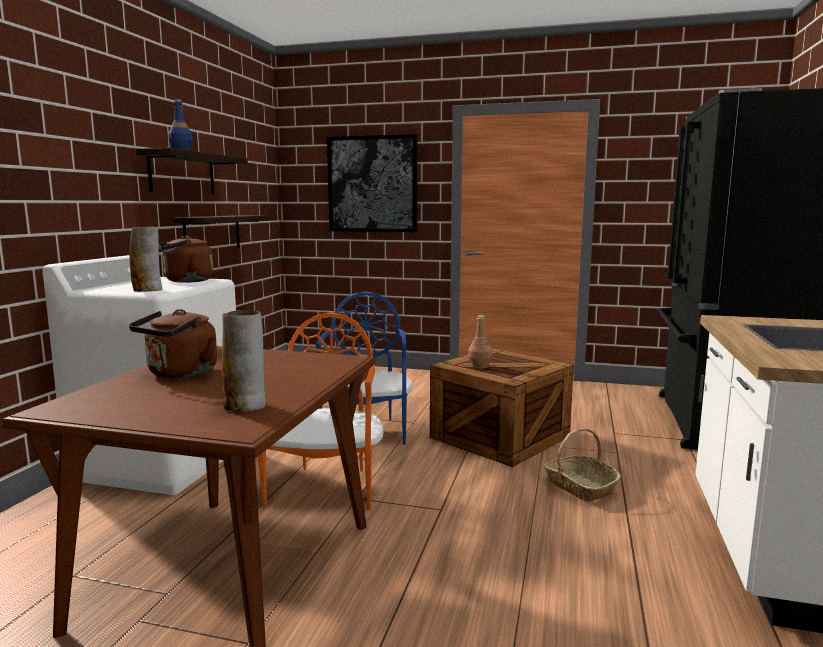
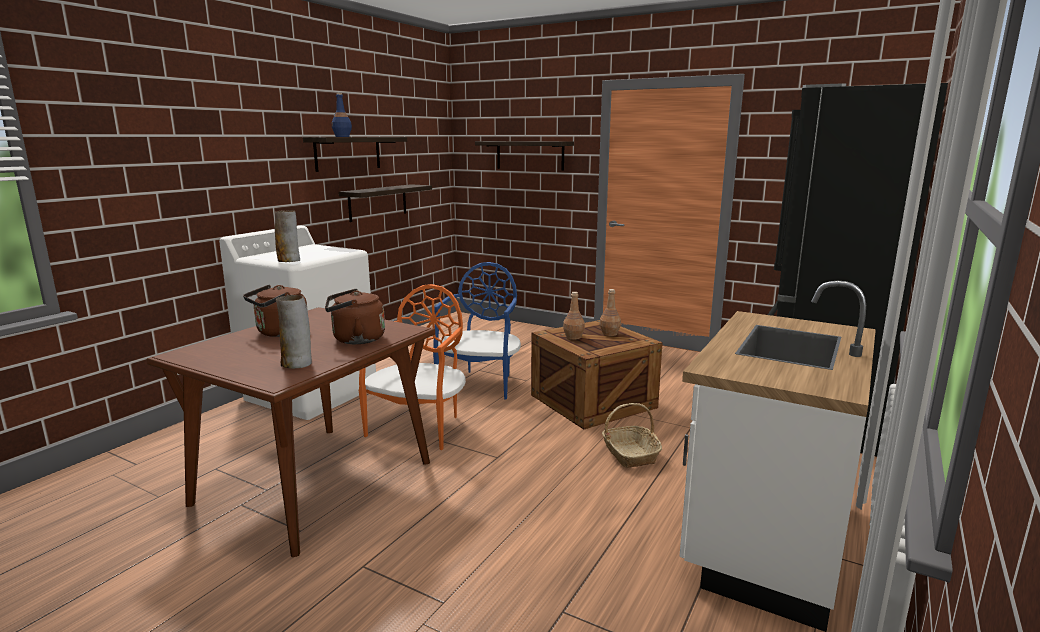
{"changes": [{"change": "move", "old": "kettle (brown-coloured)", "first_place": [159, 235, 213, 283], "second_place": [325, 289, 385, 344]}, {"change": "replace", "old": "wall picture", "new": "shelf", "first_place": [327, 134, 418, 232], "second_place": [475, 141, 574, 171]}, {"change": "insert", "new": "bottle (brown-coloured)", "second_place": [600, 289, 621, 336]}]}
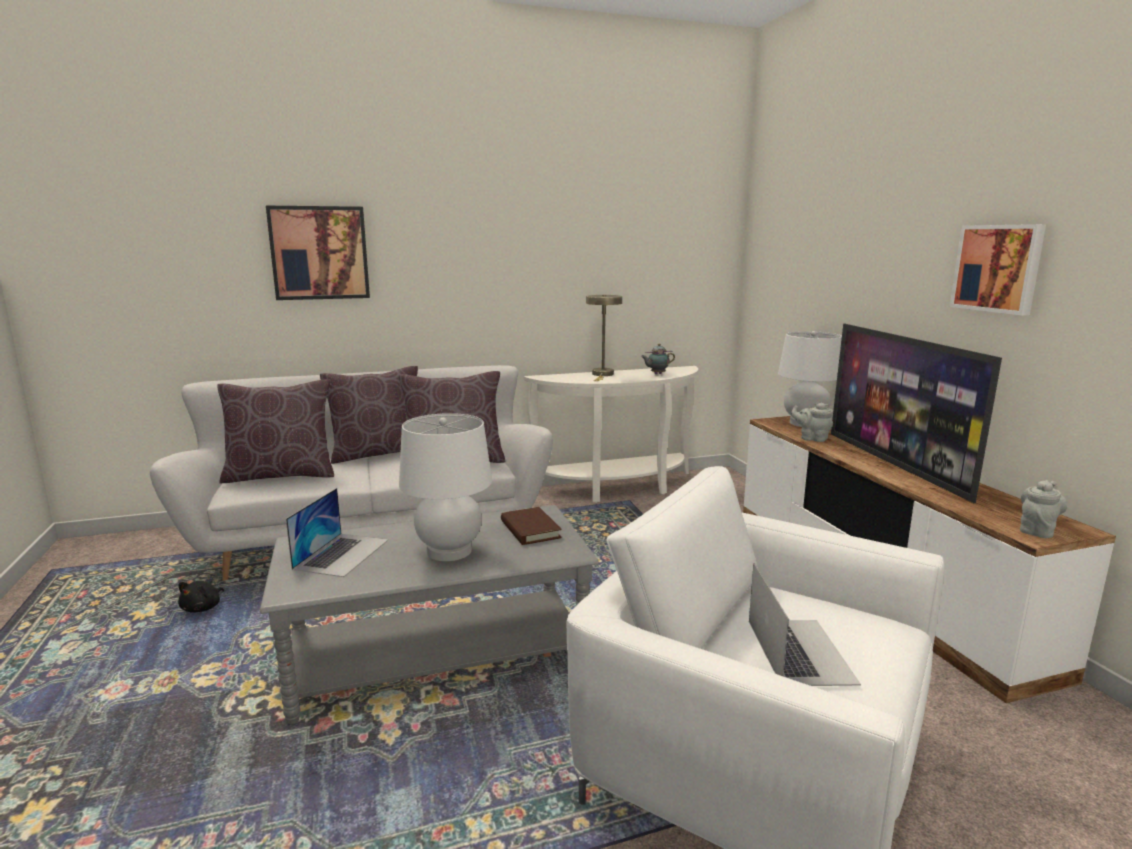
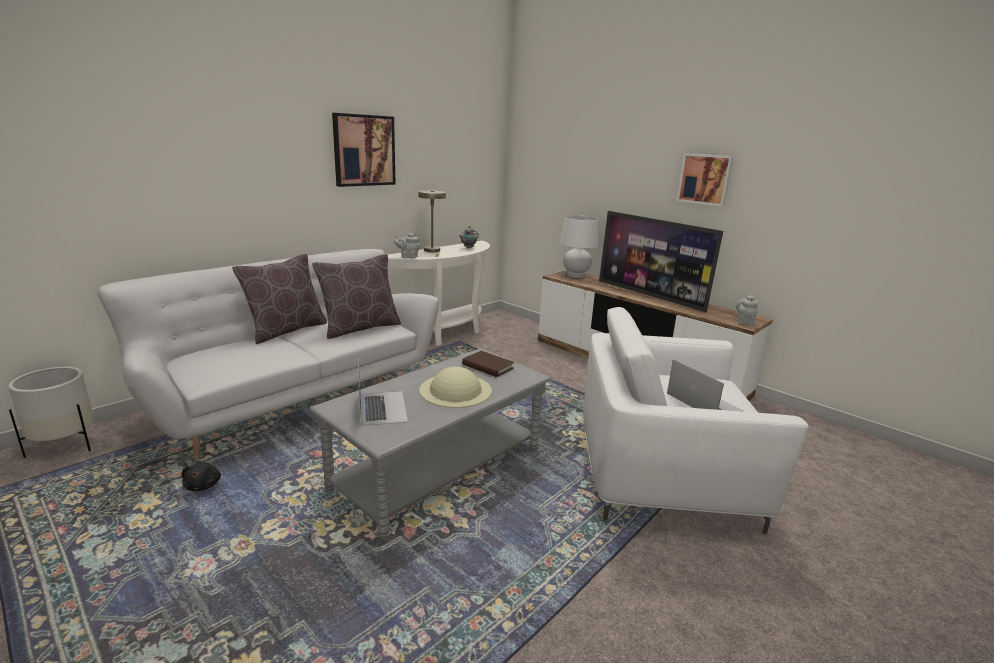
{"changes": [{"change": "delete", "old": "throw pillow (brown-coloured)", "first_place": [217, 380, 334, 484]}, {"change": "move", "old": "wall picture", "first_place": [266, 206, 370, 300], "second_place": [332, 113, 396, 187]}, {"change": "replace", "old": "table lamp (white-coloured)", "new": "wearable hat (beige-coloured)", "first_place": [399, 413, 492, 561], "second_place": [419, 366, 492, 408]}, {"change": "move", "old": "teapot (greyish)", "first_place": [791, 403, 833, 442], "second_place": [393, 233, 420, 258]}, {"change": "insert", "new": "plant pot (white-coloured)", "second_place": [8, 367, 94, 458]}]}
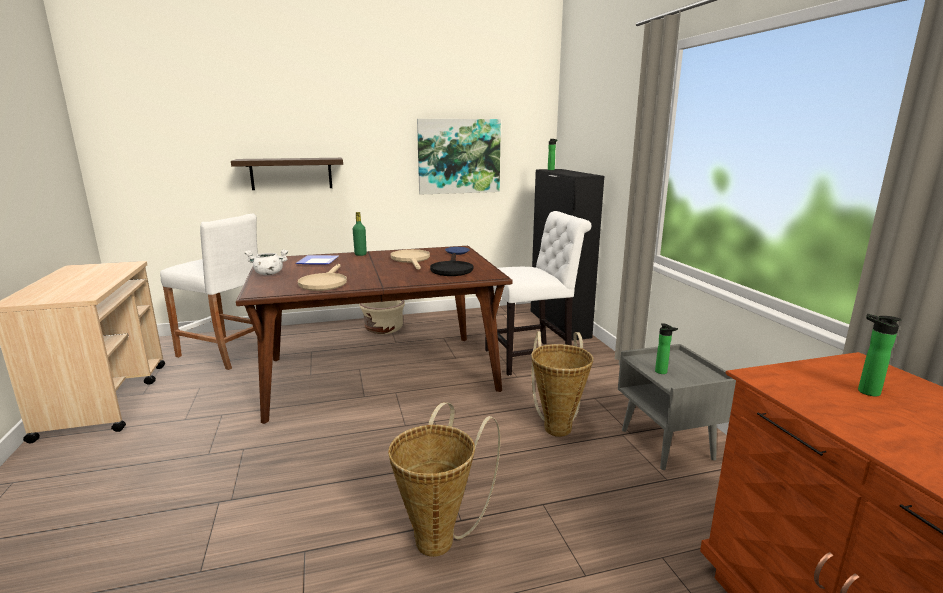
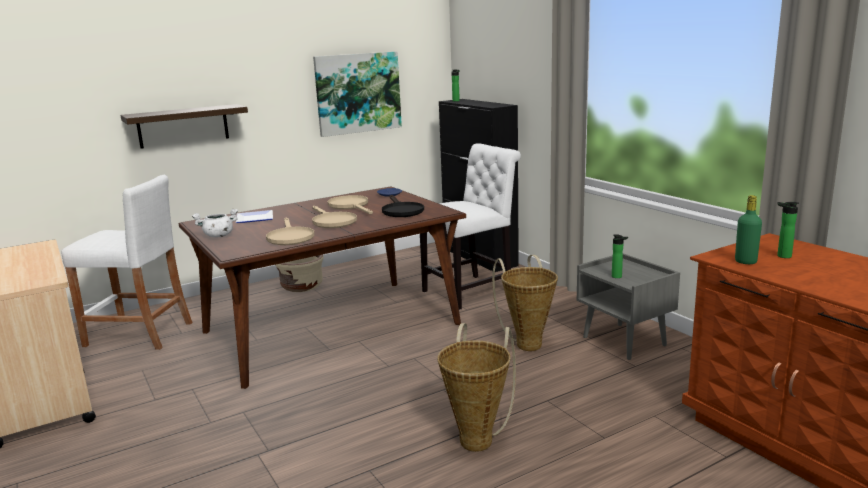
{"changes": [{"change": "move", "old": "bottle (green)", "first_place": [353, 212, 367, 256], "second_place": [735, 195, 762, 264]}, {"change": "insert", "new": "skillet (beige-coloured)", "second_place": [312, 206, 357, 228]}]}
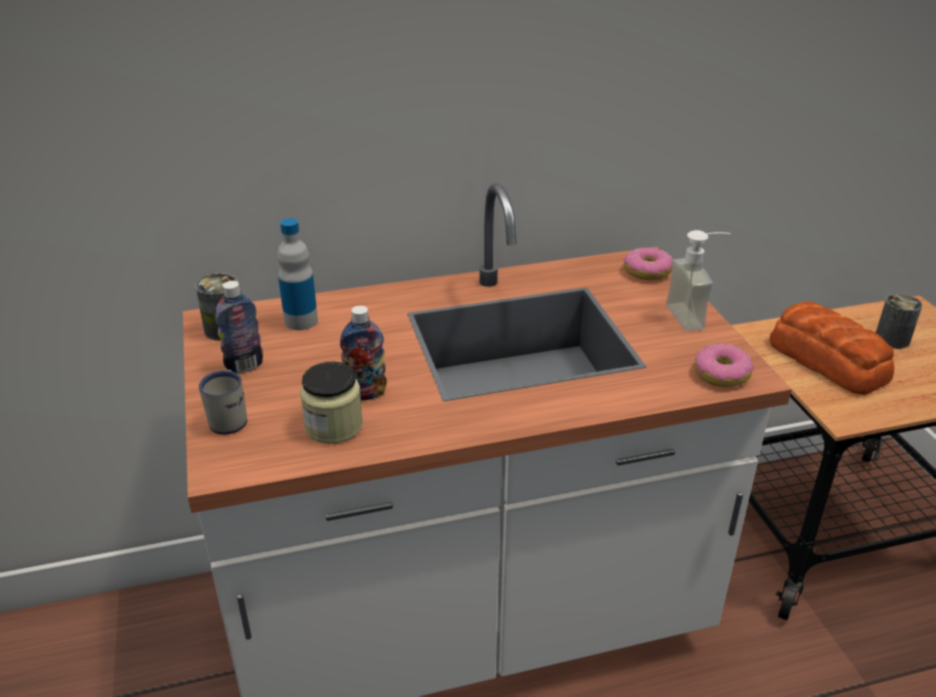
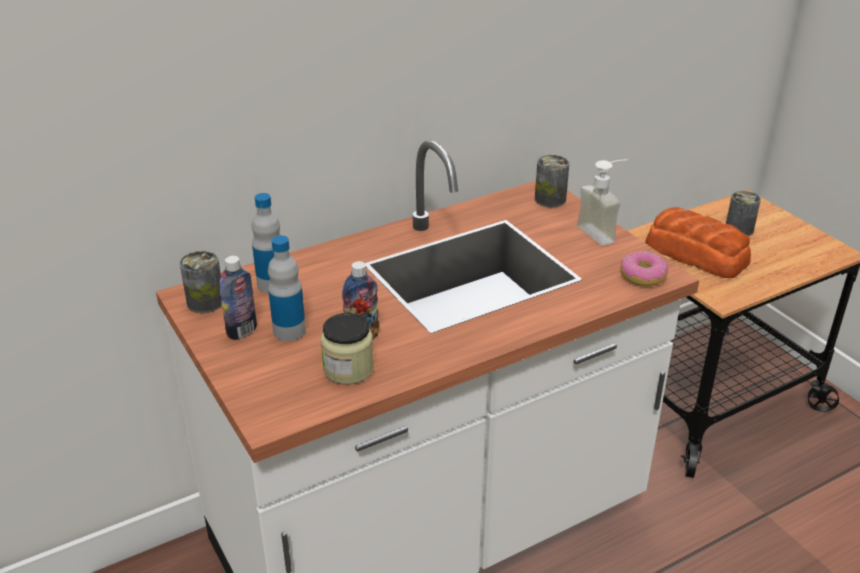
{"changes": [{"change": "delete", "old": "mug (white-coloured)", "first_place": [199, 370, 247, 434]}, {"change": "replace", "old": "ring doughnut", "new": "can", "first_place": [624, 248, 673, 280], "second_place": [535, 155, 569, 207]}, {"change": "insert", "new": "bottle", "second_place": [268, 235, 306, 341]}]}
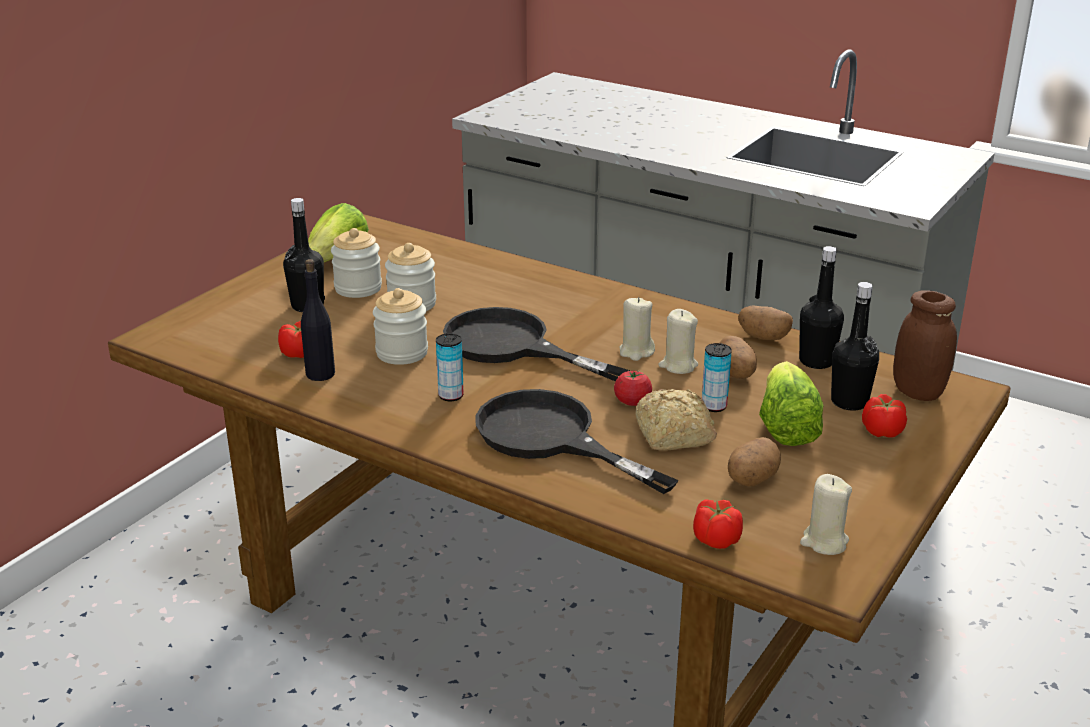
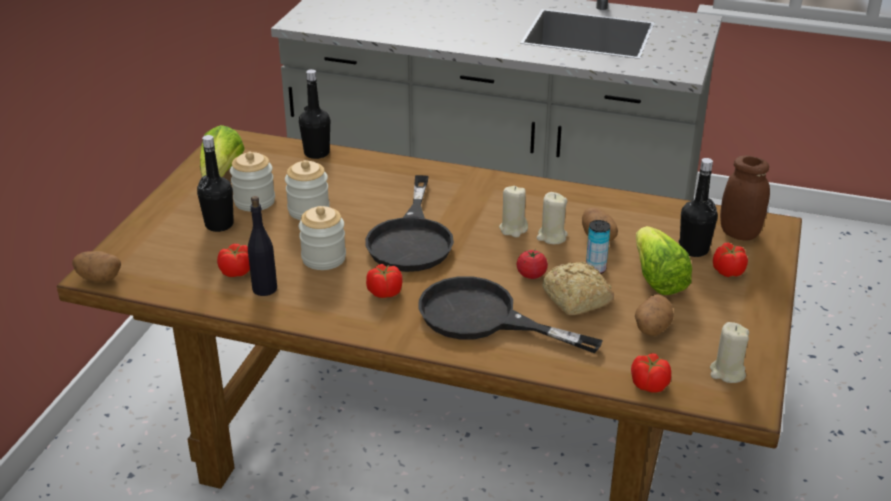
{"changes": [{"change": "replace", "old": "can", "new": "whole tomato", "first_place": [436, 333, 464, 401], "second_place": [366, 264, 403, 298]}, {"change": "rotate", "old": "skillet (blackish)", "first_place": [443, 307, 630, 382], "second_place": [365, 175, 454, 272], "degrees": -105}, {"change": "move", "old": "potato", "first_place": [738, 306, 793, 340], "second_place": [72, 251, 121, 282]}, {"change": "move", "old": "bottle (blackish)", "first_place": [799, 246, 844, 369], "second_place": [299, 69, 330, 159]}]}
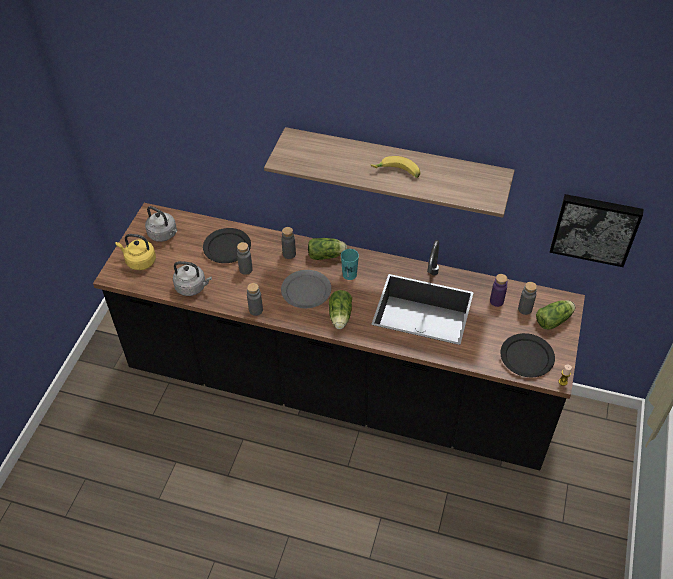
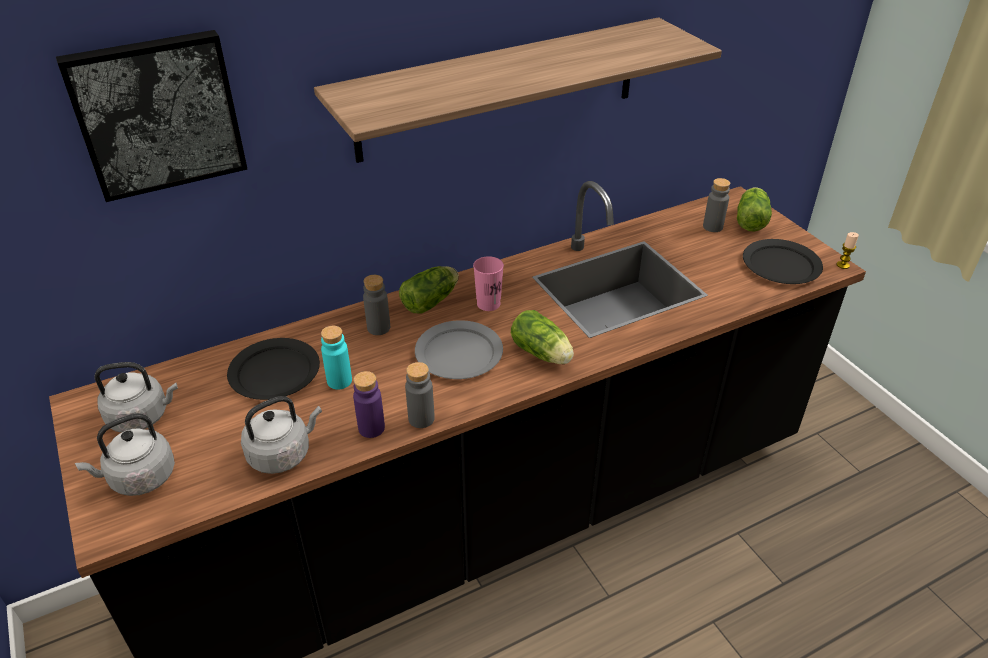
{"changes": [{"change": "recolor", "old": "kettle (yellow)", "new": "kettle (greyish)", "first_place": [116, 234, 156, 270], "second_place": [75, 413, 175, 496]}, {"change": "recolor", "old": "bottle (greyish)", "new": "bottle (blue-green)", "first_place": [237, 242, 253, 275], "second_place": [321, 326, 352, 390]}, {"change": "recolor", "old": "small cup (blue-green)", "new": "small cup (pink-coloured)", "first_place": [341, 249, 359, 280], "second_place": [473, 256, 504, 311]}, {"change": "delete", "old": "banana fruit", "first_place": [371, 156, 421, 178]}, {"change": "move", "old": "bottle (purple)", "first_place": [490, 274, 508, 307], "second_place": [353, 371, 385, 438]}, {"change": "move", "old": "wall picture", "first_place": [550, 194, 644, 267], "second_place": [56, 30, 247, 202]}]}
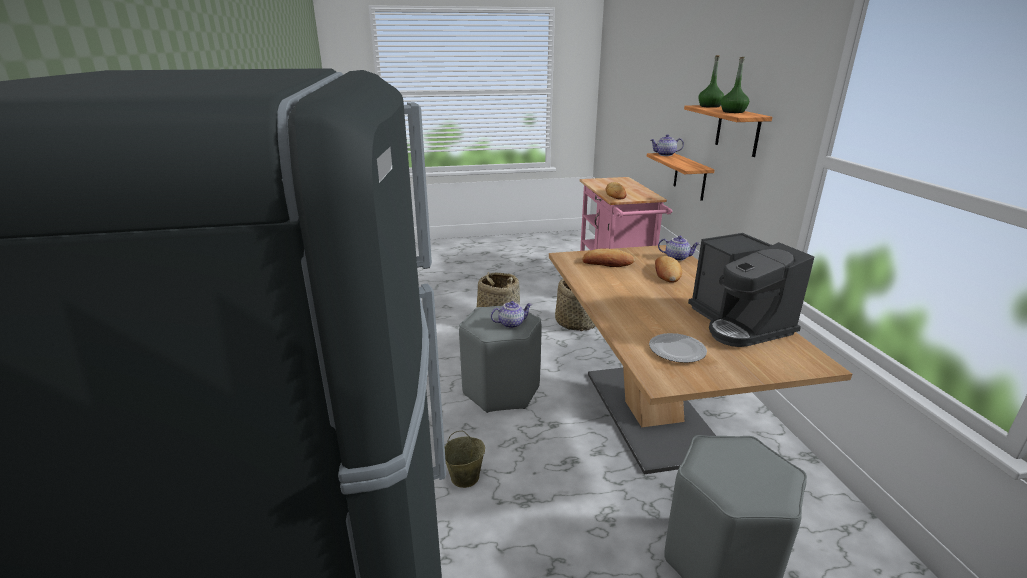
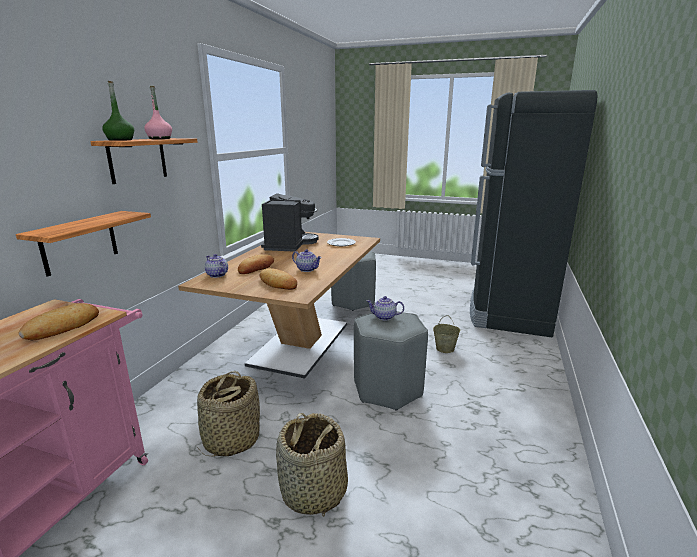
{"changes": [{"change": "move", "old": "teapot", "first_place": [651, 134, 684, 156], "second_place": [292, 249, 322, 272]}, {"change": "recolor", "old": "bottle (green)", "new": "bottle (pink-coloured)", "first_place": [721, 57, 749, 113], "second_place": [144, 86, 172, 139]}]}
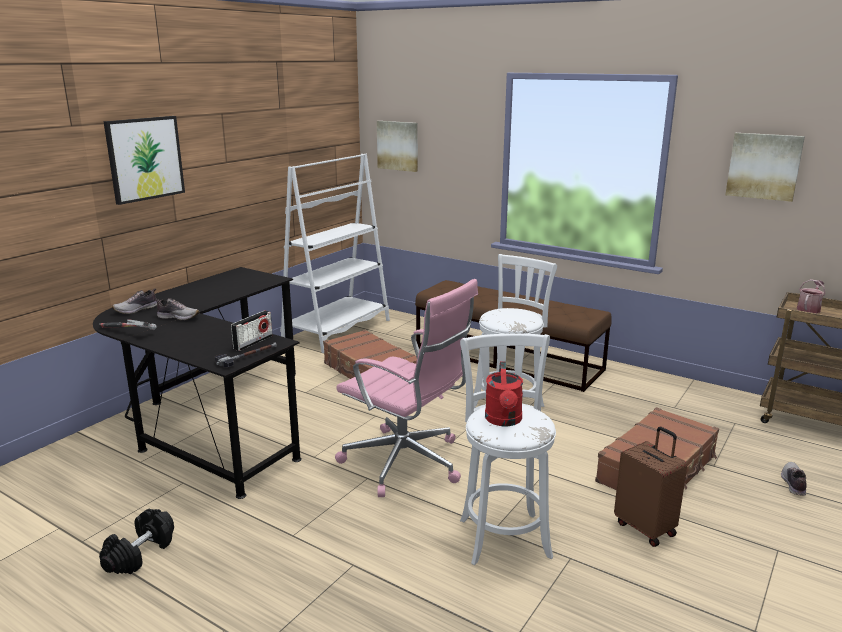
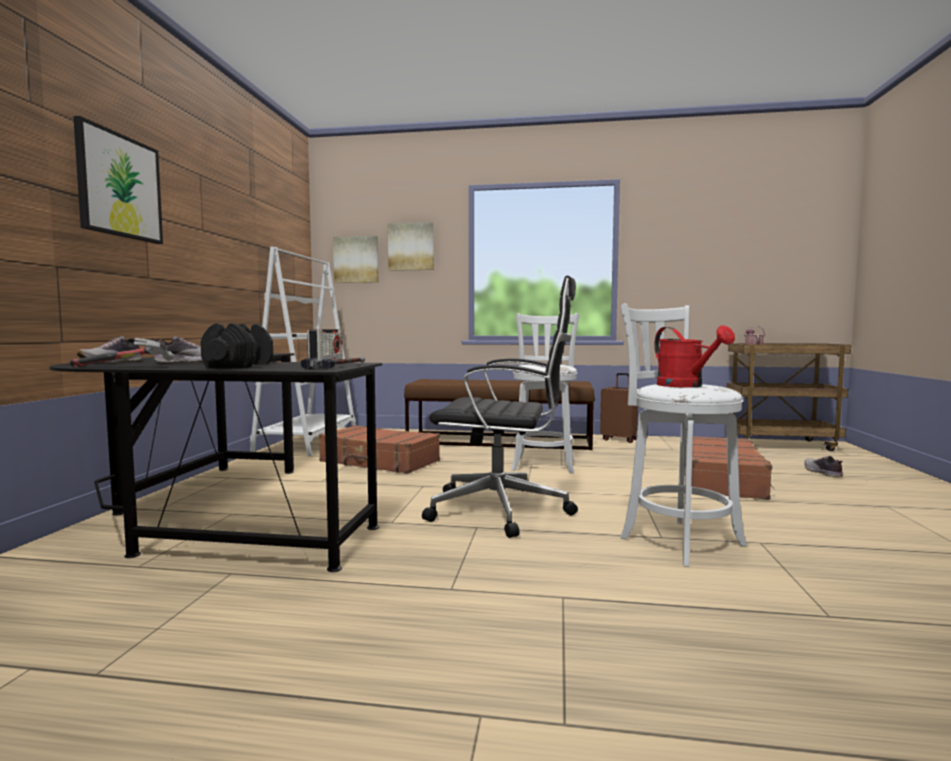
{"changes": [{"change": "move", "old": "dumbbell (blackish)", "first_place": [99, 509, 174, 574], "second_place": [201, 323, 273, 368]}, {"change": "recolor", "old": "computer chair (pink-coloured)", "new": "computer chair (blackish)", "first_place": [335, 279, 478, 497], "second_place": [422, 276, 578, 538]}, {"change": "move", "old": "travel case (brown-coloured)", "first_place": [614, 427, 687, 547], "second_place": [600, 373, 638, 443]}, {"change": "move", "old": "wall picture", "first_place": [725, 133, 805, 202], "second_place": [388, 222, 434, 271]}]}
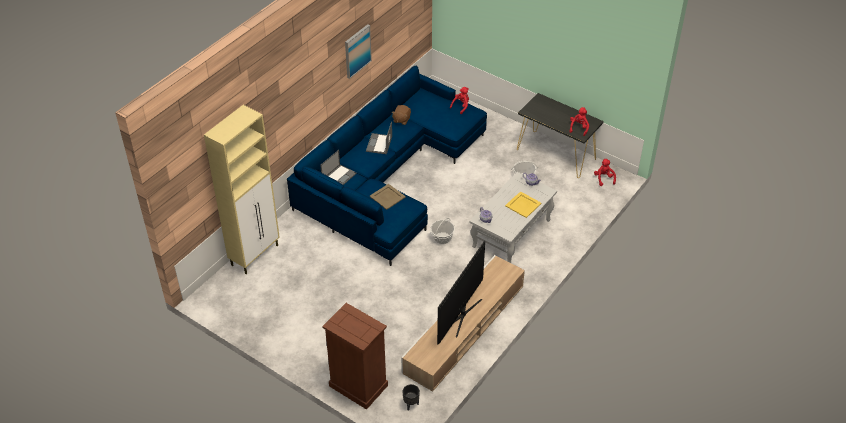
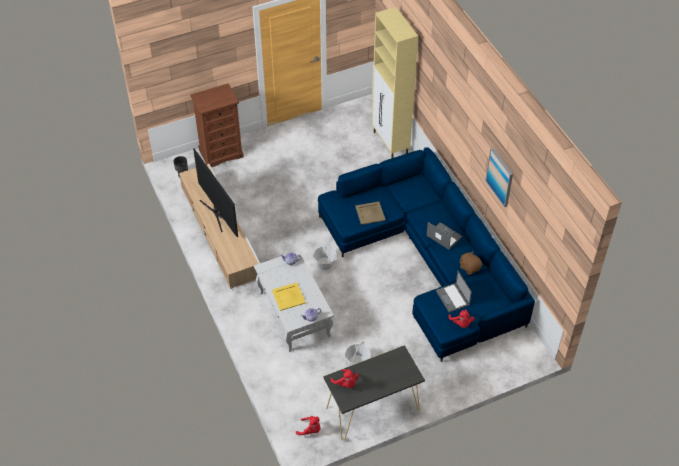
{"changes": [{"change": "move", "old": "portable computer", "first_place": [320, 150, 356, 185], "second_place": [436, 270, 472, 313]}]}
